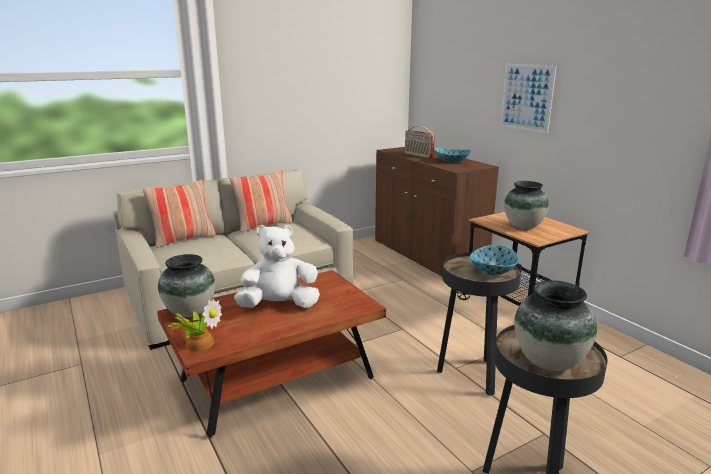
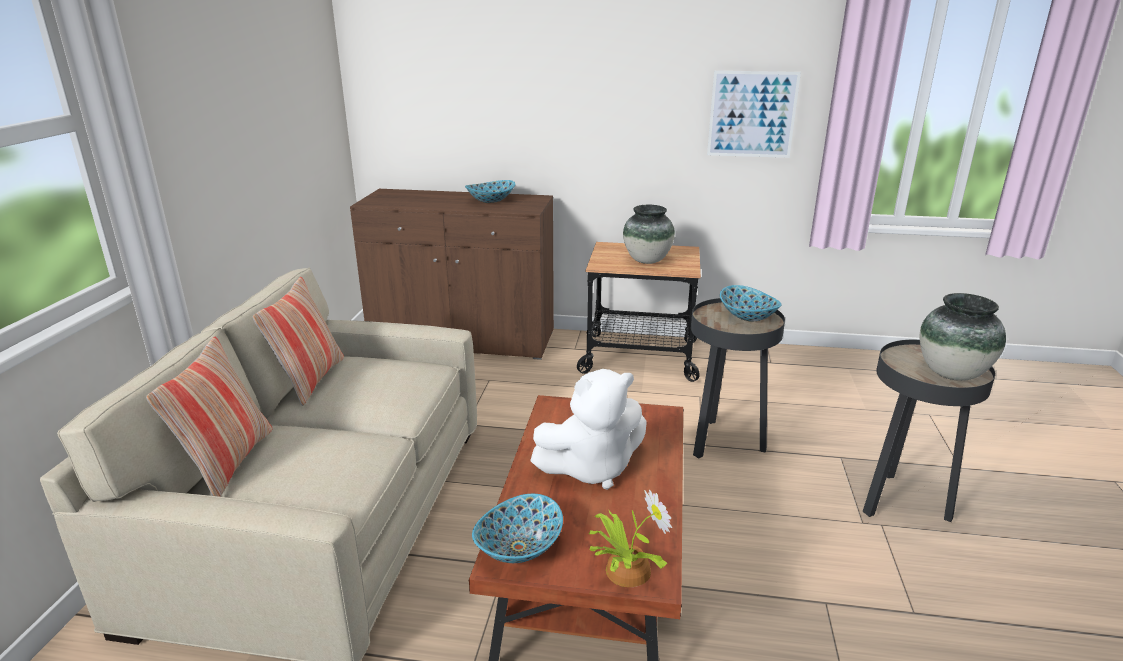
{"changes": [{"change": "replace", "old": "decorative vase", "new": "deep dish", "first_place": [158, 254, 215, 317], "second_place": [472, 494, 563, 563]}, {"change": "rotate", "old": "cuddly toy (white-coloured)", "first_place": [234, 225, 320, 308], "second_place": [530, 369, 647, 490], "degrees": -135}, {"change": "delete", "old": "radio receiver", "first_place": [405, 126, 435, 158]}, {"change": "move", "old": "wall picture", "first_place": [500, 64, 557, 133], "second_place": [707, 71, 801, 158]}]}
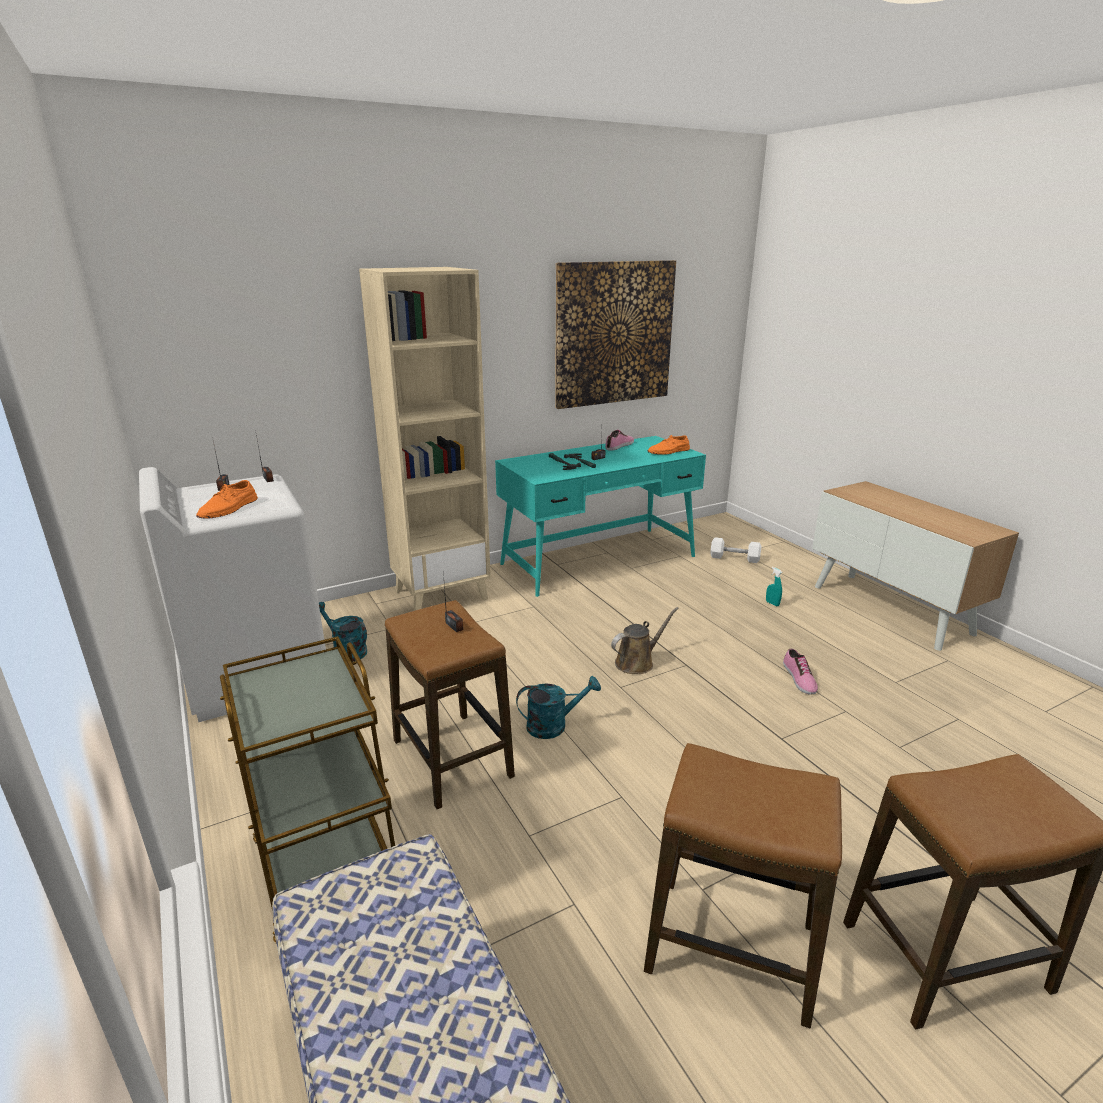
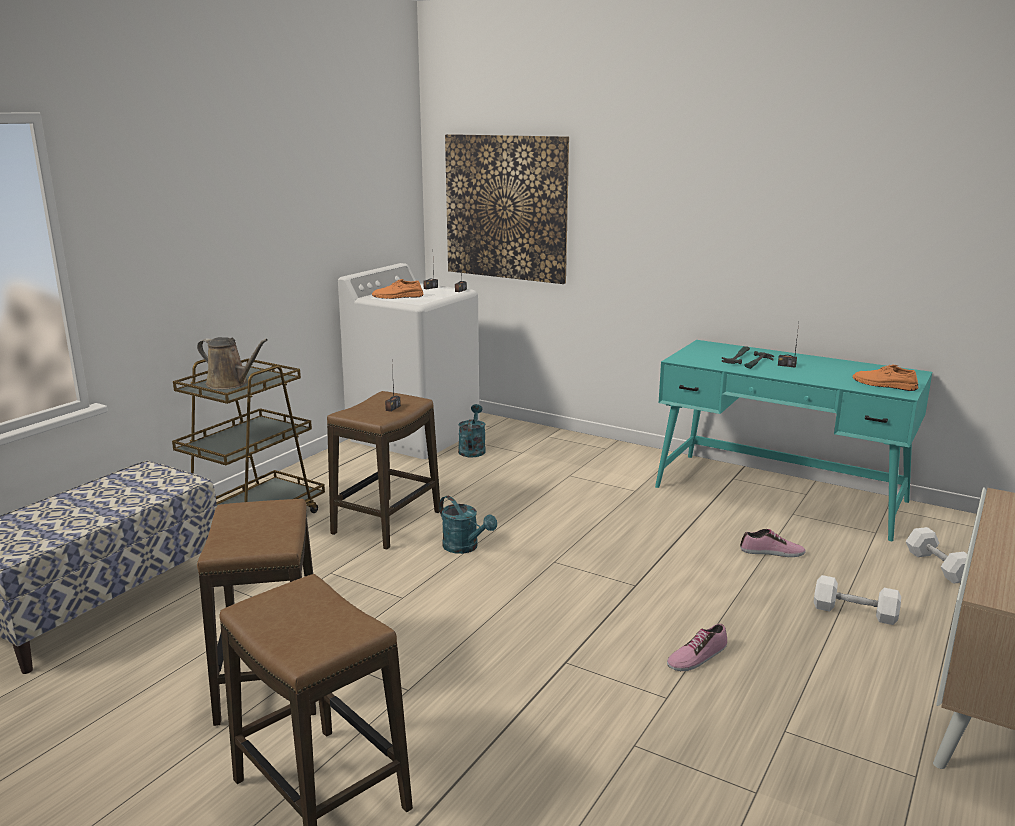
{"changes": [{"change": "delete", "old": "bookshelf (beige-coloured)", "first_place": [359, 267, 491, 611]}, {"change": "move", "old": "wall picture", "first_place": [555, 260, 676, 409], "second_place": [445, 134, 569, 284]}, {"change": "move", "old": "low shoe", "first_place": [605, 430, 634, 451], "second_place": [740, 529, 806, 557]}, {"change": "move", "old": "watering can (brown-coloured)", "first_place": [611, 607, 679, 674], "second_place": [197, 337, 268, 389]}, {"change": "replace", "old": "spray bottle (blue-green)", "new": "dumbbell (white-coloured)", "first_place": [766, 567, 782, 606], "second_place": [814, 575, 901, 625]}]}
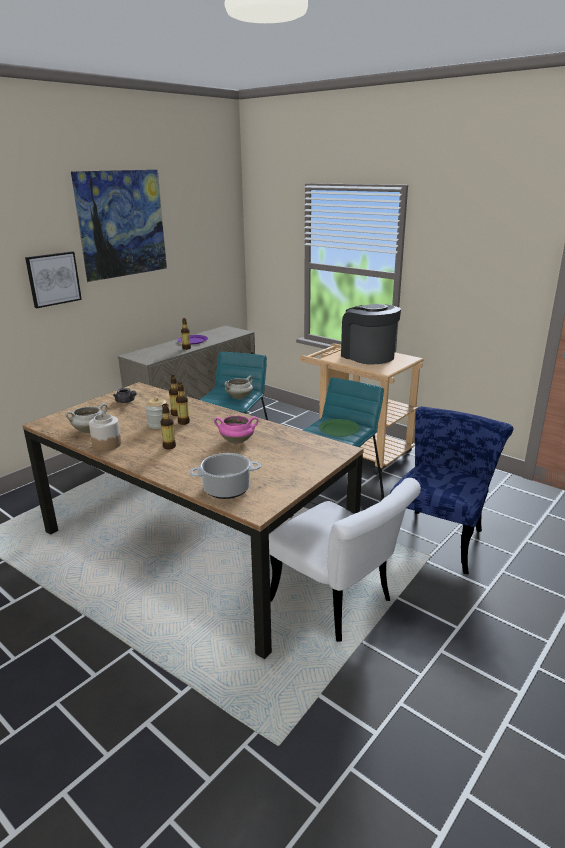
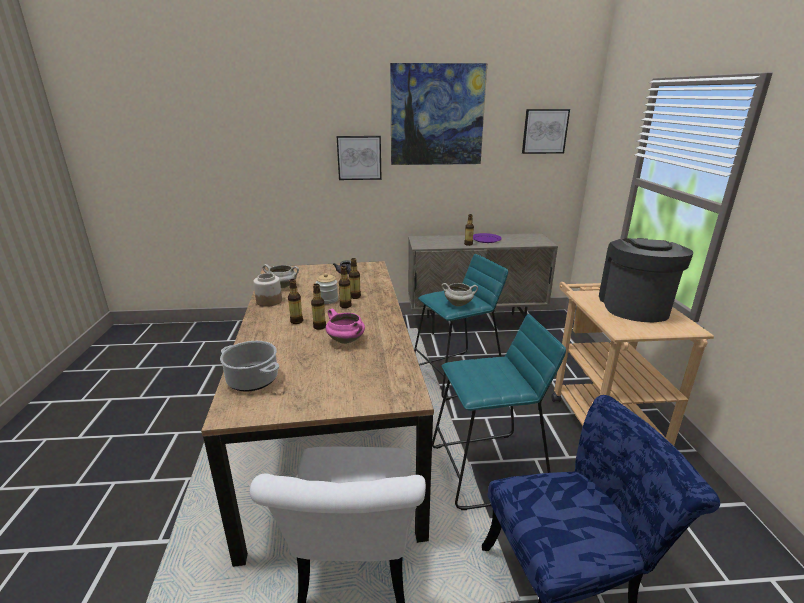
{"changes": [{"change": "delete", "old": "flat dish (green)", "first_place": [319, 419, 360, 437]}, {"change": "insert", "new": "bottle", "second_place": [311, 283, 326, 330]}, {"change": "insert", "new": "wall picture", "second_place": [522, 109, 570, 154]}]}
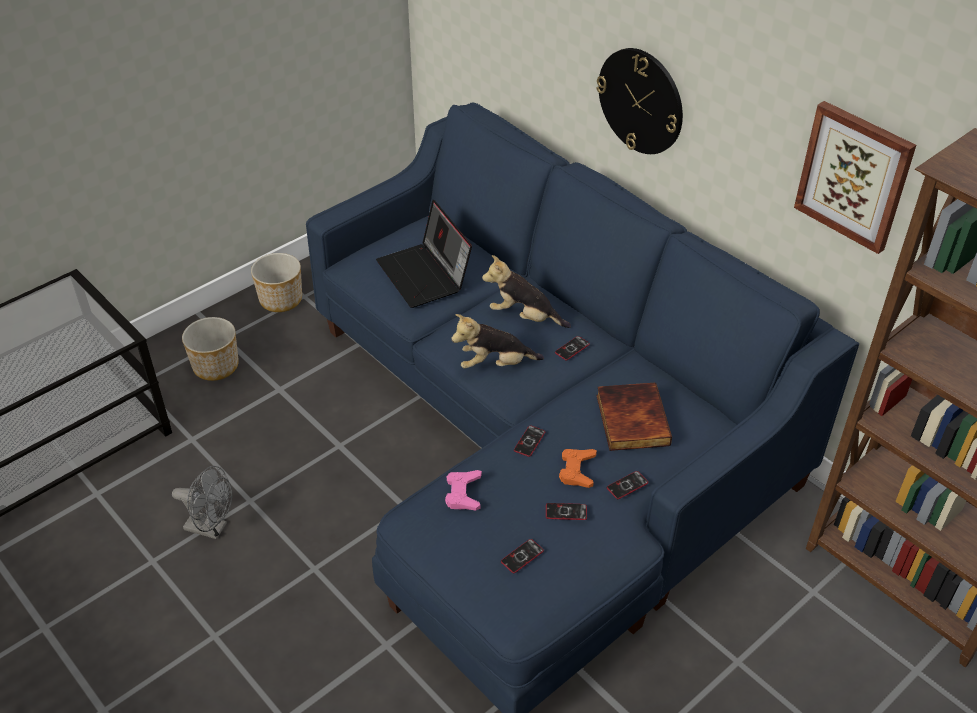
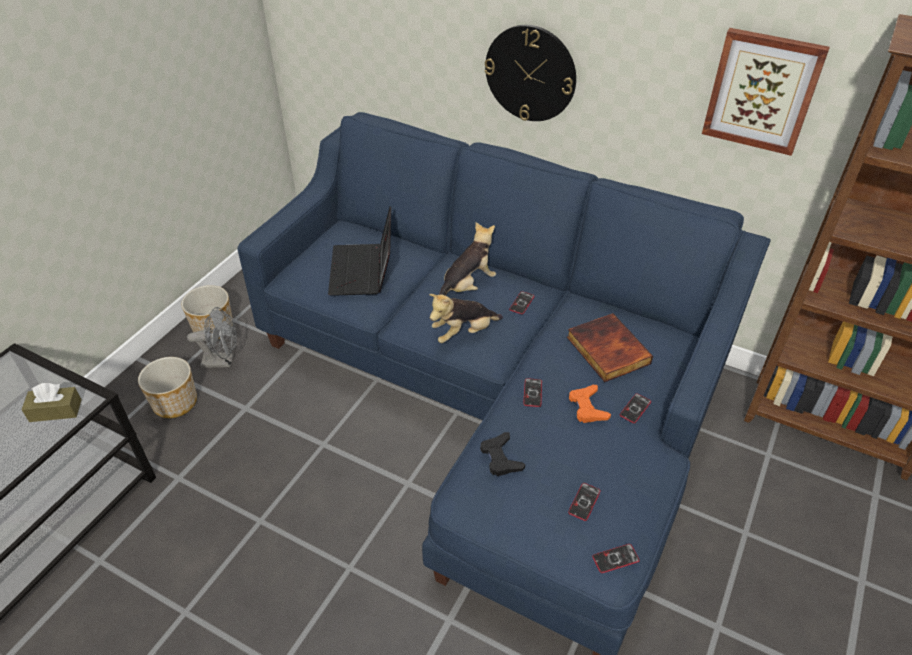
{"changes": [{"change": "move", "old": "cooling fan (greyish)", "first_place": [172, 466, 232, 539], "second_place": [187, 307, 237, 368]}, {"change": "rotate", "old": "portable computer", "first_place": [376, 200, 472, 308], "second_place": [328, 206, 391, 296], "degrees": 45}, {"change": "recolor", "old": "joypad (pink-coloured)", "new": "joypad (blackish)", "first_place": [445, 470, 482, 511], "second_place": [480, 432, 525, 476]}, {"change": "rotate", "old": "cuddly toy", "first_place": [482, 255, 571, 328], "second_place": [439, 222, 496, 296], "degrees": 135}, {"change": "move", "old": "phone", "first_place": [546, 503, 587, 520], "second_place": [592, 544, 640, 573]}, {"change": "insert", "new": "tissue holder (brown-coloured)", "second_place": [21, 383, 82, 422]}]}
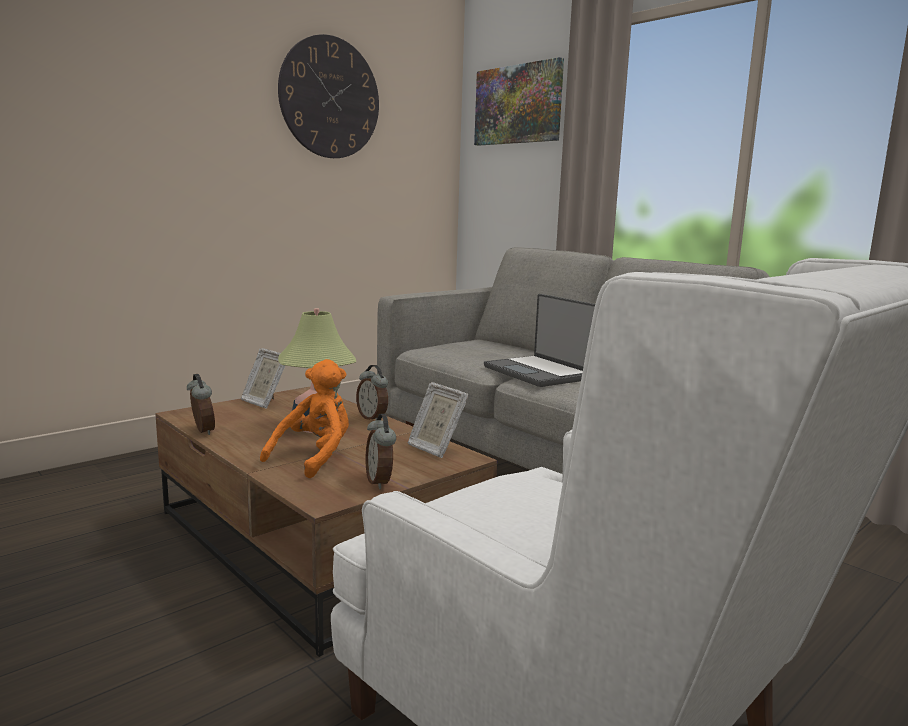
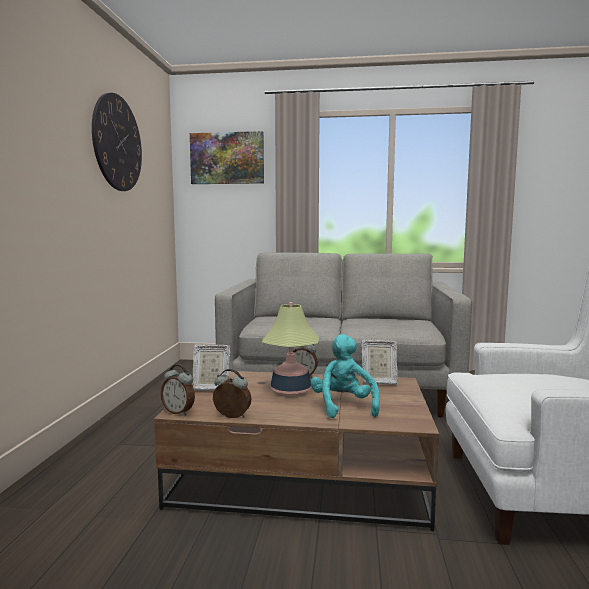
{"changes": [{"change": "recolor", "old": "cuddly toy (orange-coloured)", "new": "cuddly toy (blue-green)", "first_place": [260, 359, 349, 478], "second_place": [311, 334, 380, 418]}, {"change": "move", "old": "alarm clock", "first_place": [366, 414, 396, 489], "second_place": [161, 364, 195, 416]}, {"change": "delete", "old": "portable computer", "first_place": [484, 294, 595, 387]}]}
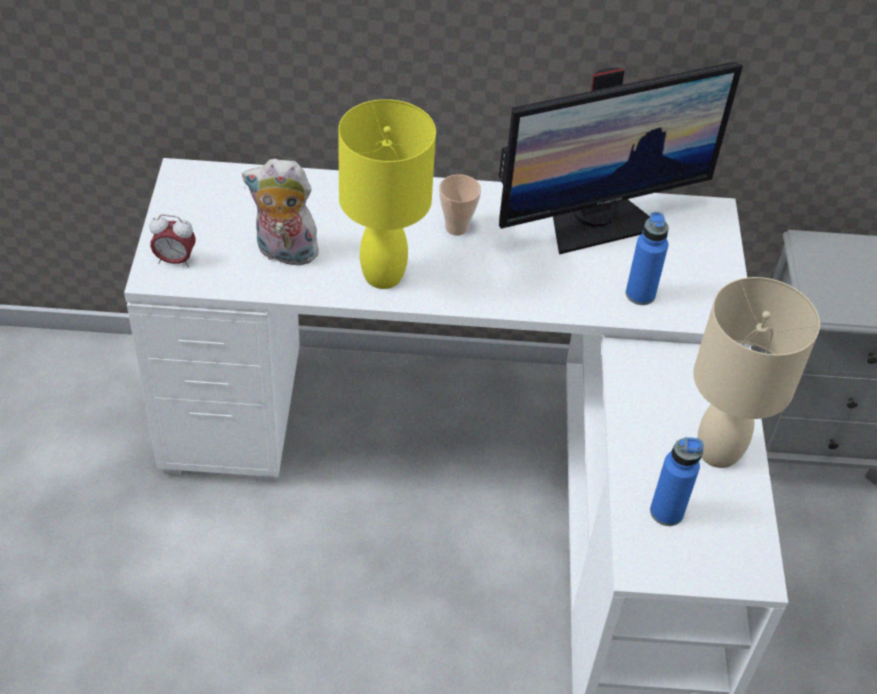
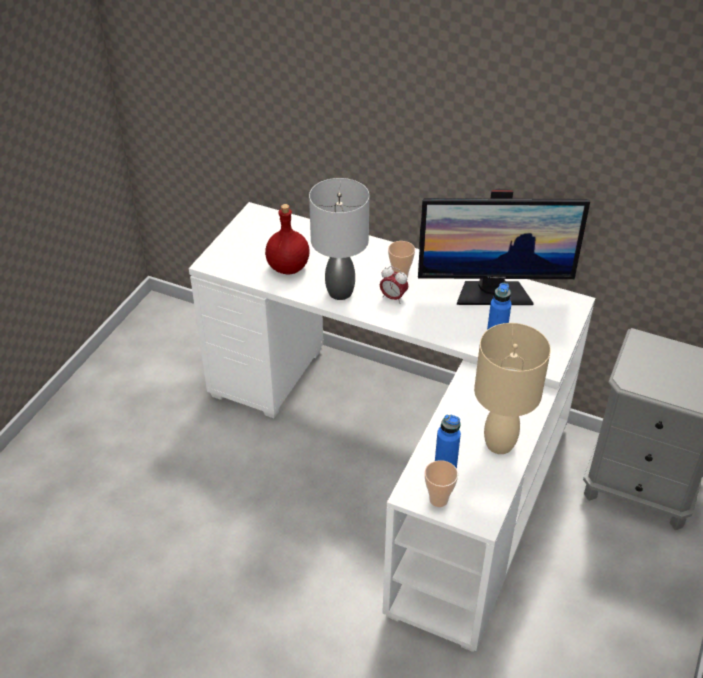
{"changes": [{"change": "move", "old": "alarm clock", "first_place": [149, 214, 196, 268], "second_place": [380, 266, 408, 304]}, {"change": "replace", "old": "cuddly toy", "new": "bottle (reddish)", "first_place": [242, 159, 323, 265], "second_place": [265, 204, 310, 275]}, {"change": "recolor", "old": "table lamp (yellow)", "new": "table lamp (greyish)", "first_place": [338, 99, 436, 289], "second_place": [309, 178, 369, 300]}, {"change": "insert", "new": "small cup", "second_place": [425, 460, 458, 507]}]}
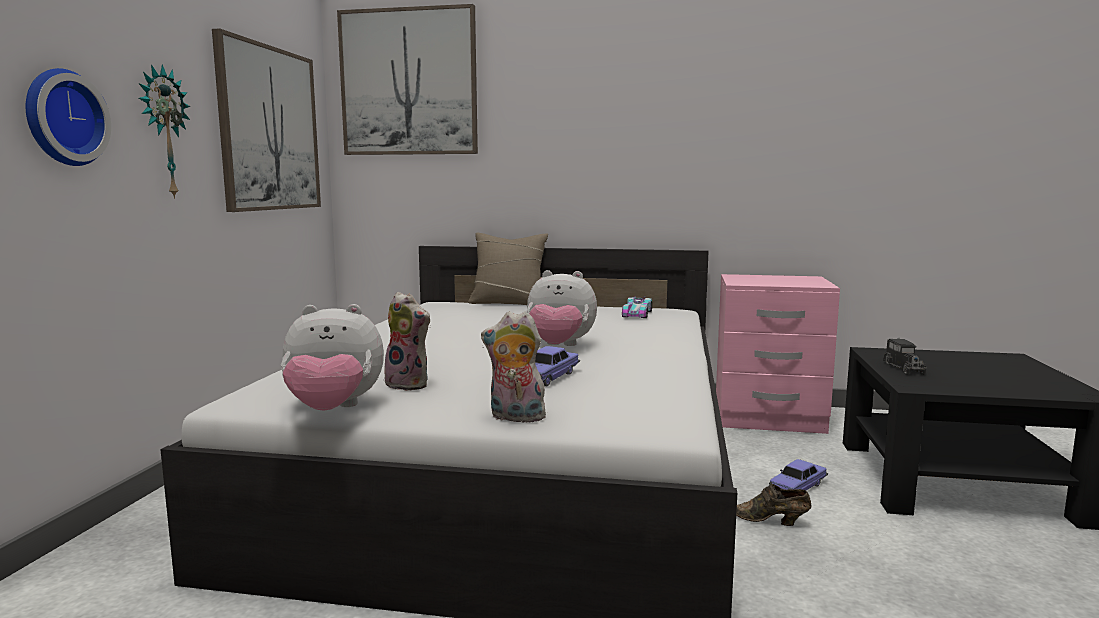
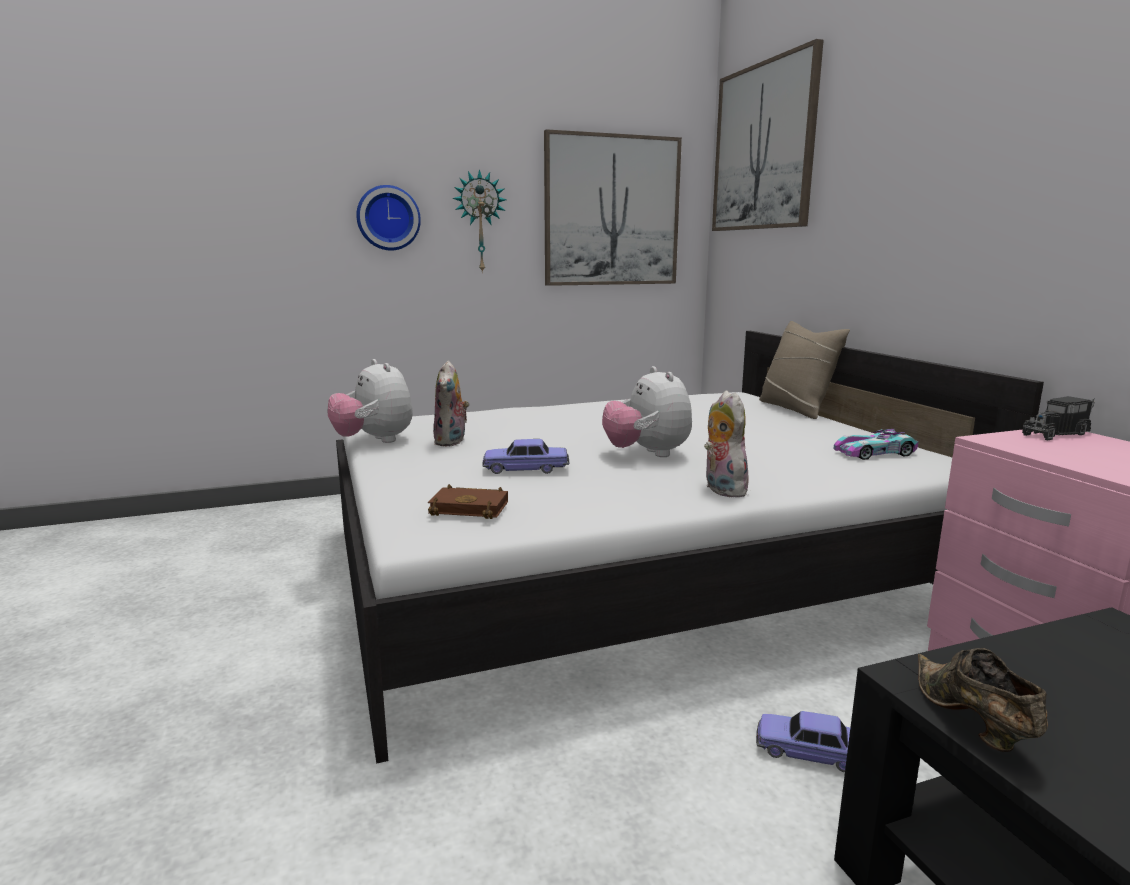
{"changes": [{"change": "move", "old": "cuddly toy", "first_place": [481, 311, 546, 423], "second_place": [704, 391, 749, 498]}, {"change": "move", "old": "low shoe (brown-coloured)", "first_place": [736, 484, 812, 526], "second_place": [918, 648, 1048, 752]}, {"change": "move", "old": "toy truck", "first_place": [883, 337, 927, 375], "second_place": [1022, 396, 1095, 440]}, {"change": "insert", "new": "book (brown-coloured)", "second_place": [428, 484, 508, 519]}]}
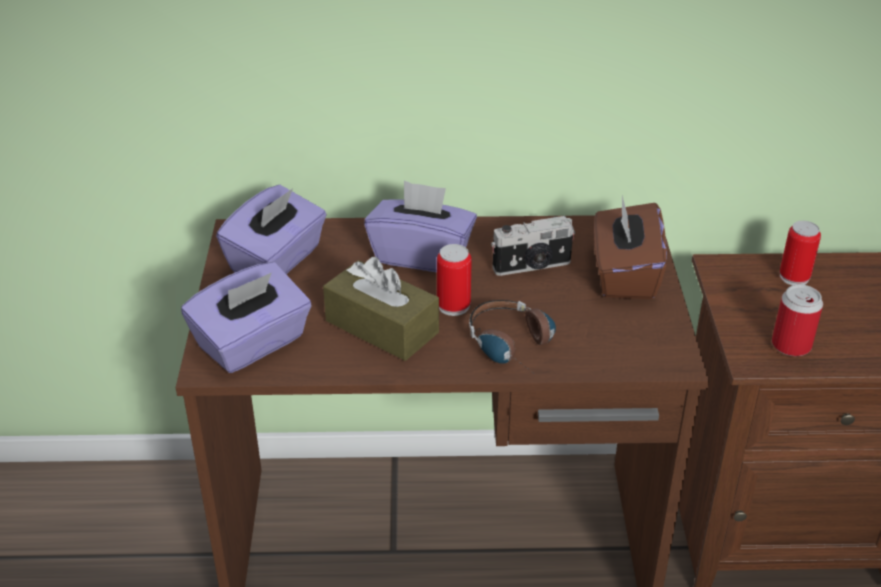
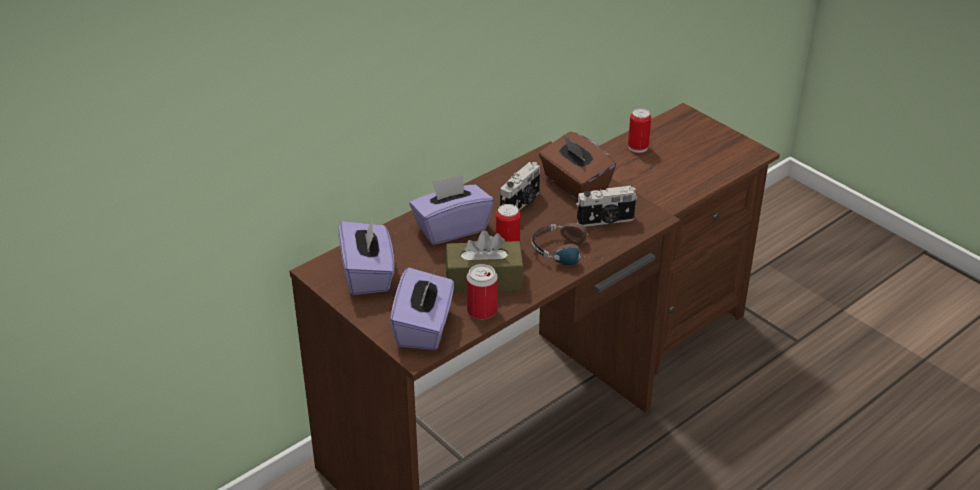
{"changes": [{"change": "move", "old": "can", "first_place": [772, 284, 823, 356], "second_place": [466, 264, 498, 320]}, {"change": "insert", "new": "still camera", "second_place": [576, 186, 638, 227]}]}
